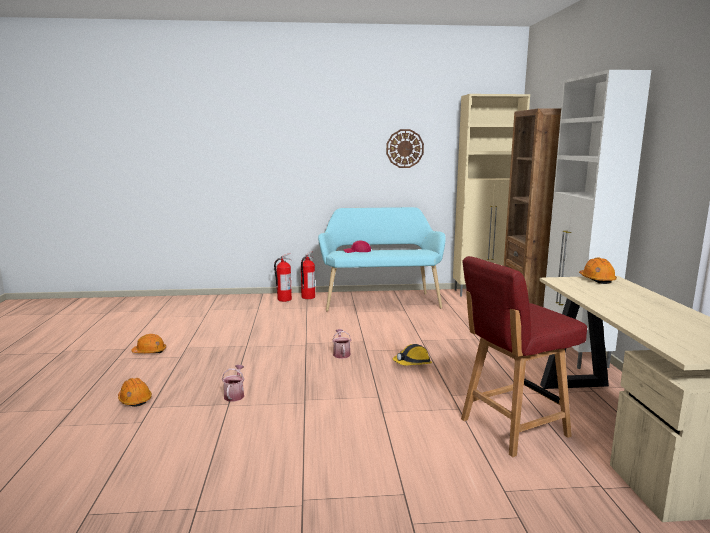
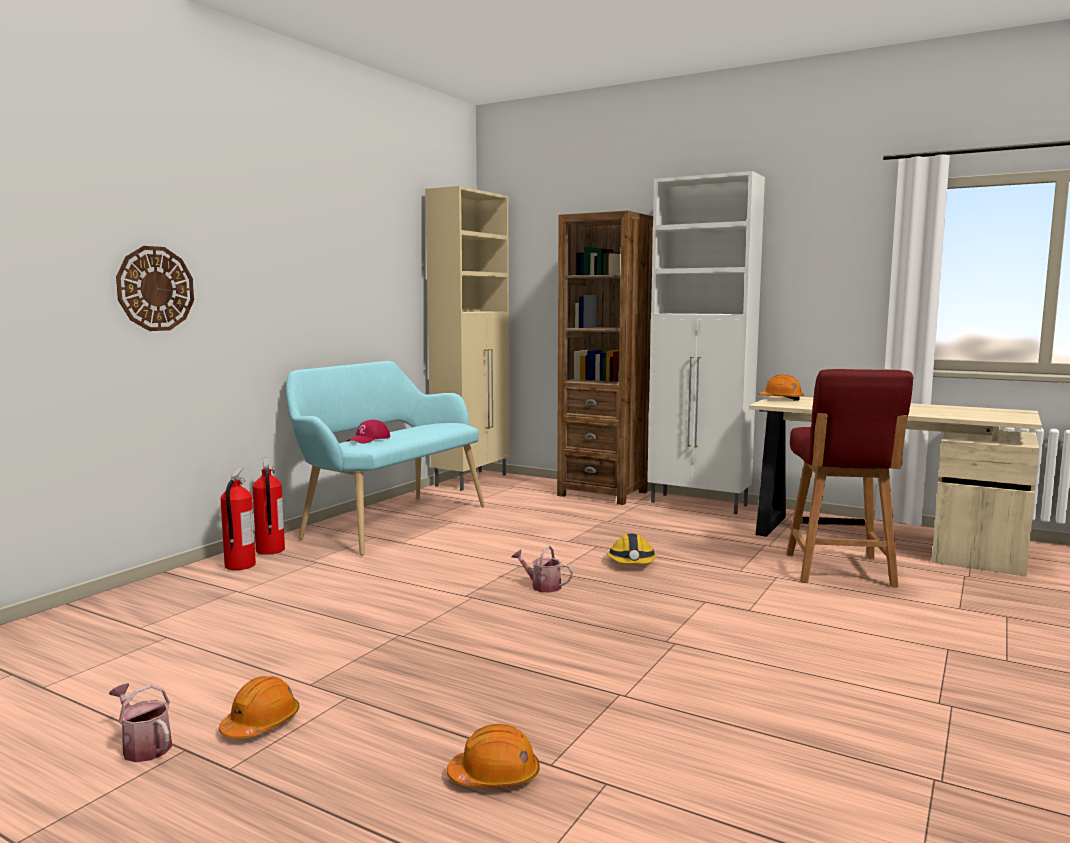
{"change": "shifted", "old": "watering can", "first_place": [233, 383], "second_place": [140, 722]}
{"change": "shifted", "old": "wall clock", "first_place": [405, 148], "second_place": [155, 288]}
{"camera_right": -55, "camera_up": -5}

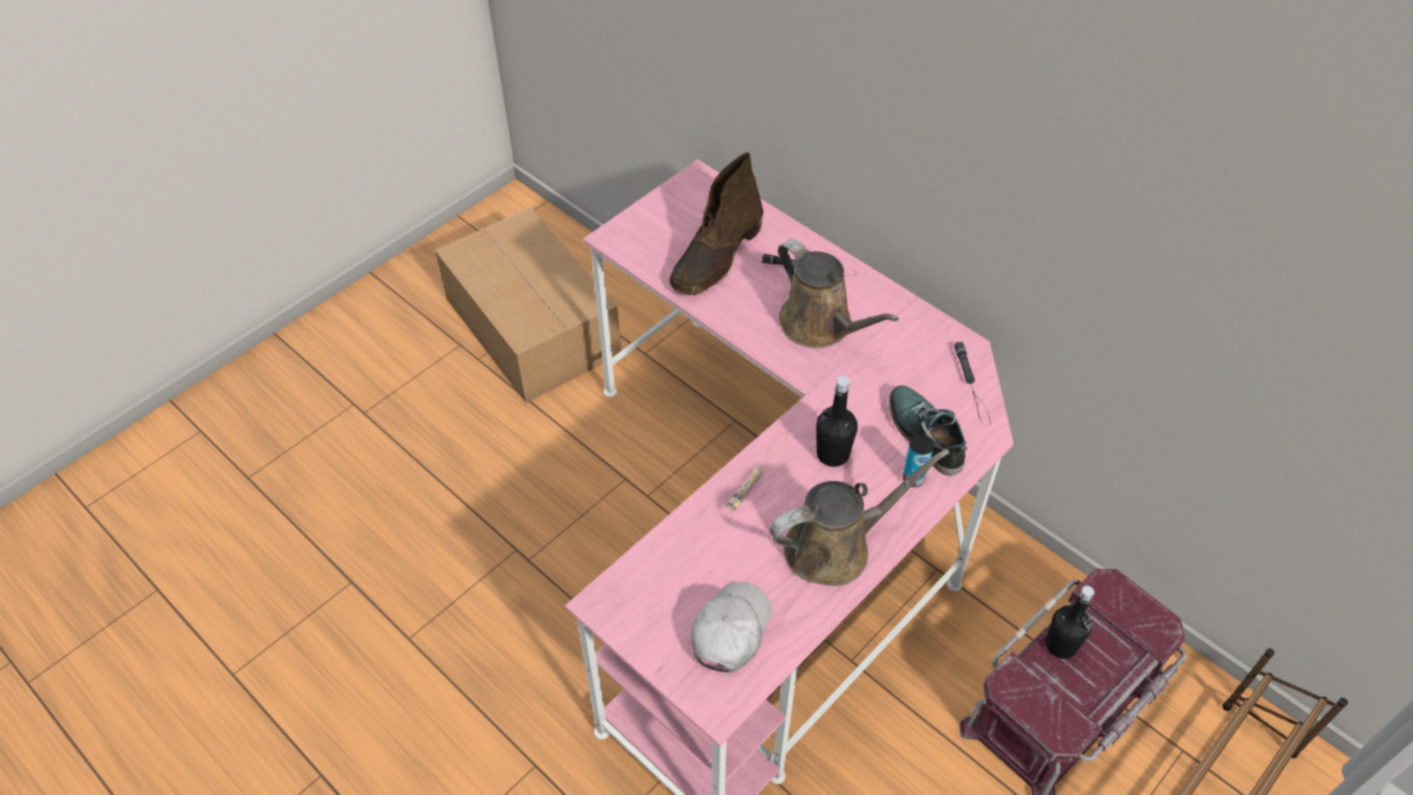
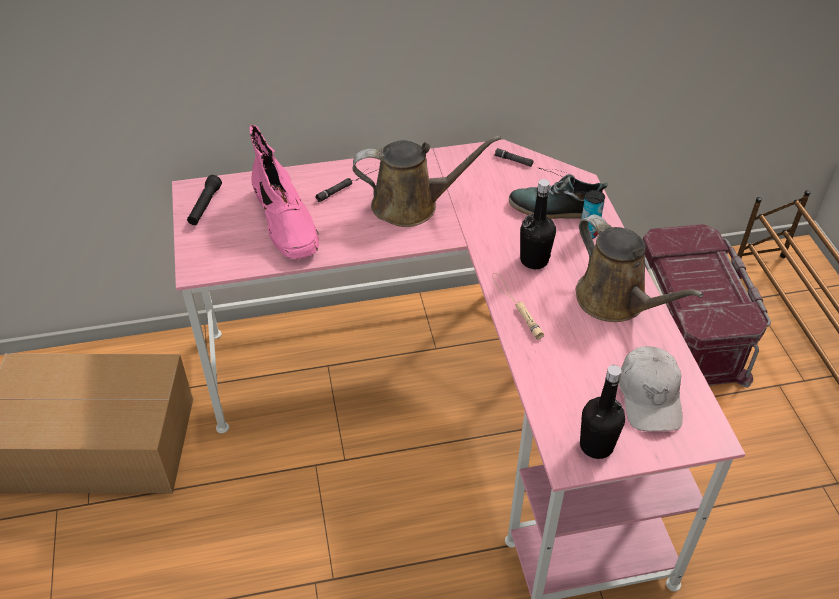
{"change": "repainted", "old": "boot/brown", "new": "boot/pink", "first_place": [716, 223], "second_place": [284, 192]}
{"change": "rotated", "old": "cap/white", "first_place": [731, 627], "second_place": [651, 388], "degrees": -150}
{"change": "rotated", "old": "watering can/brown", "first_place": [860, 517], "second_place": [640, 268], "degrees": 135}
{"change": "shifted", "old": "bottle/black", "first_place": [1070, 622], "second_place": [602, 412]}
{"change": "new", "new": "flashlight/black", "second_place": [204, 200]}
{"camera_right": -55, "camera_up": -5}

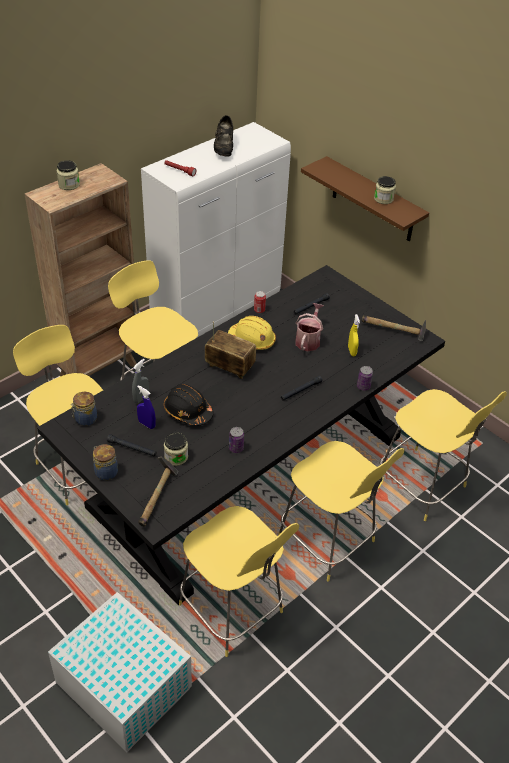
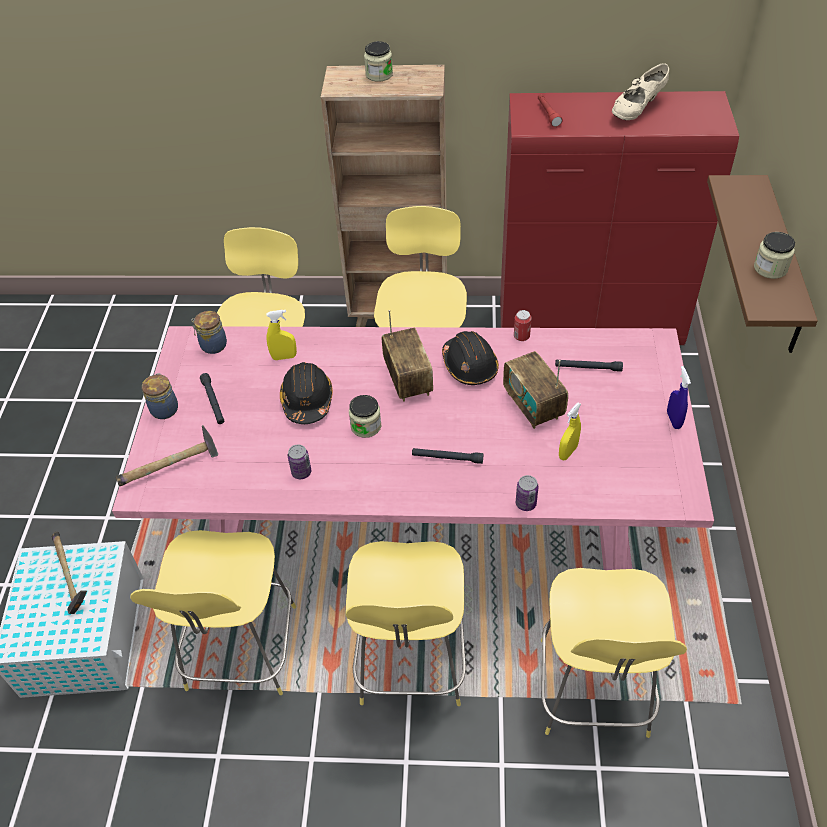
{"change": "repainted", "old": "dining table/black", "new": "dining table/pink", "first_place": [241, 435], "second_place": [413, 448]}
{"change": "repainted", "old": "spray bottle/grey", "new": "spray bottle/yellow", "first_place": [140, 381], "second_place": [281, 335]}
{"change": "shifted", "old": "spray bottle/blue", "first_place": [146, 407], "second_place": [679, 397]}
{"change": "repainted", "old": "cabinet/white", "new": "cabinet/red", "first_place": [216, 229], "second_place": [619, 218]}
{"change": "shifted", "old": "jar", "first_place": [176, 449], "second_place": [365, 416]}
{"change": "repainted", "old": "shoe/black", "new": "shoe/beige", "first_place": [223, 135], "second_place": [640, 91]}
{"change": "repainted", "old": "hard hat/yellow", "new": "hard hat/black", "first_place": [252, 333], "second_place": [470, 358]}
{"change": "swapped", "old": "watering can", "new": "radio", "first_place": [309, 327], "second_place": [535, 390]}
{"change": "shifted", "old": "hammer", "first_place": [394, 328], "second_place": [69, 573]}
{"camera_right": 50, "camera_up": 5}

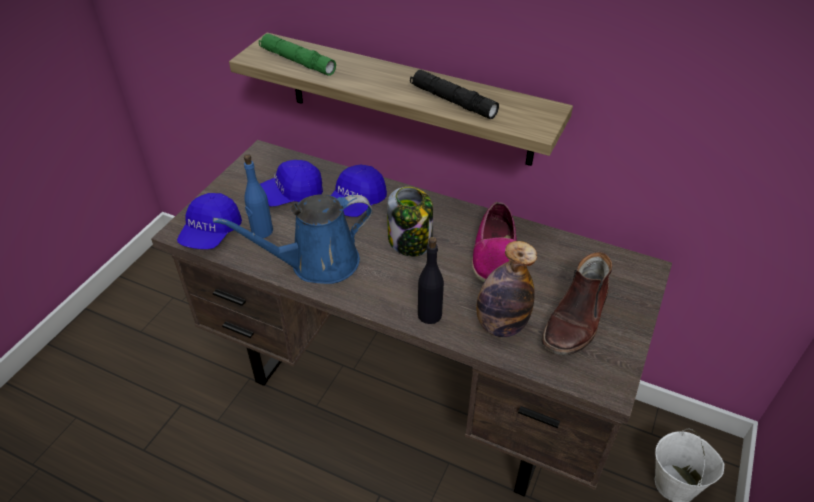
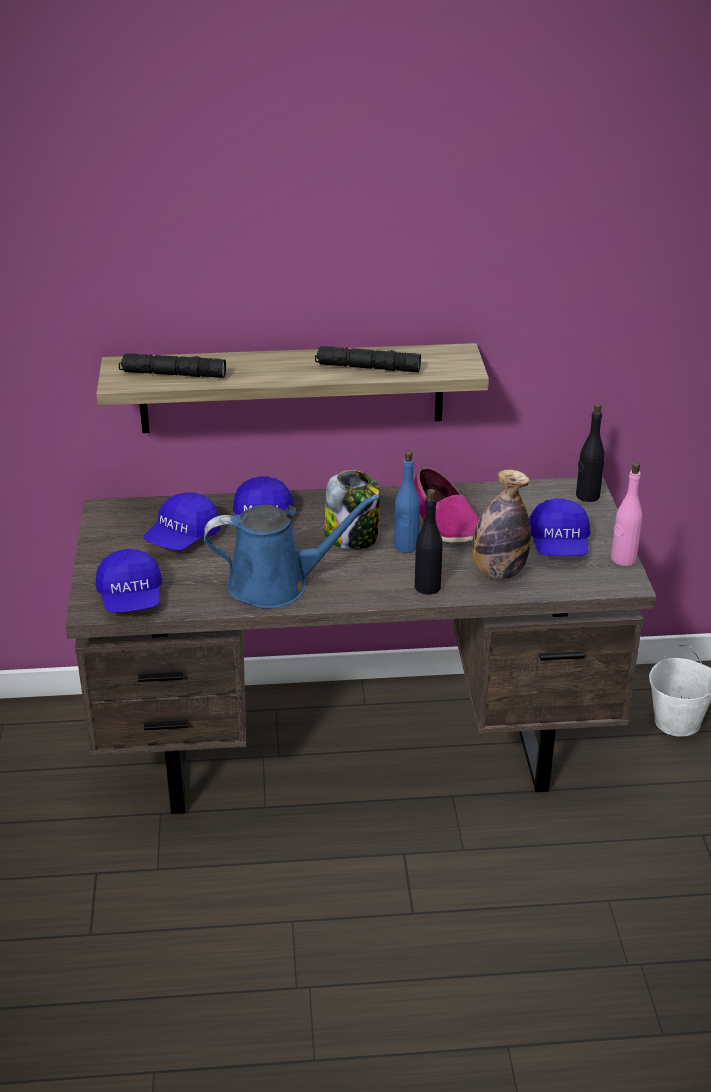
{"change": "rotated", "old": "watering can/blue", "first_place": [293, 239], "second_place": [291, 552], "degrees": -135}
{"change": "shifted", "old": "bottle/blue", "first_place": [258, 196], "second_place": [407, 501]}
{"change": "repainted", "old": "flashlight/green", "new": "flashlight/black", "first_place": [297, 55], "second_place": [172, 365]}
{"change": "swapped", "old": "boot/brown", "new": "cap/blue", "first_place": [576, 303], "second_place": [559, 527]}
{"change": "new", "new": "bottle/black", "second_place": [590, 452]}
{"change": "new", "new": "bottle/pink", "second_place": [627, 514]}
{"camera_right": -30, "camera_up": -10}

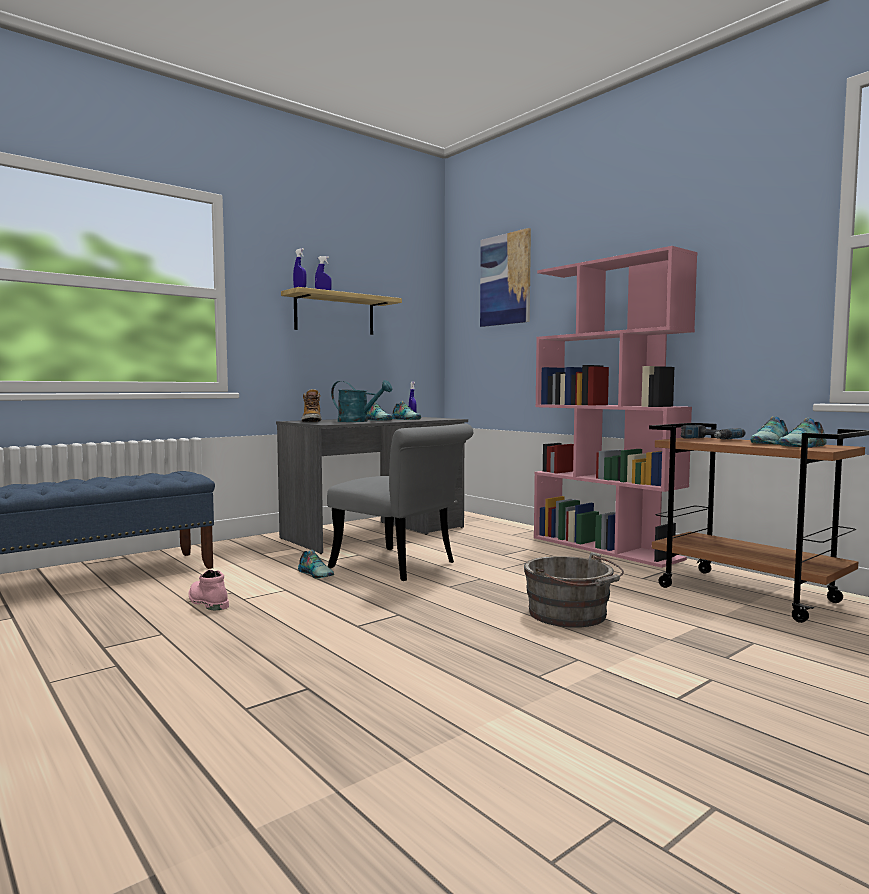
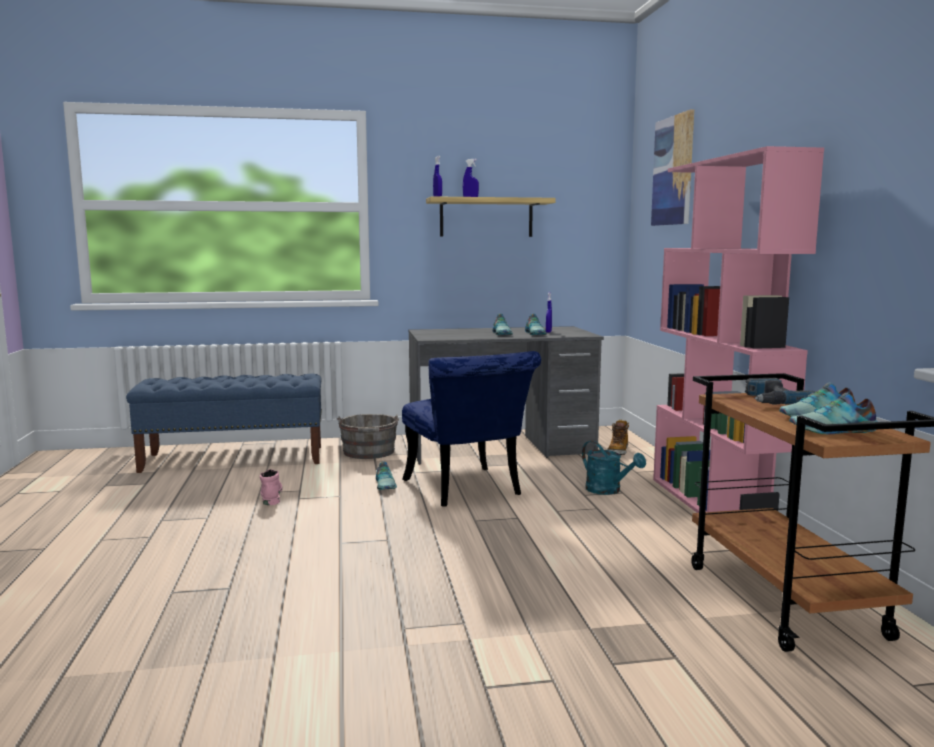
{"change": "shifted", "old": "boot", "first_place": [311, 405], "second_place": [618, 437]}
{"change": "repainted", "old": "chair/grey", "new": "chair/blue", "first_place": [400, 502], "second_place": [471, 429]}
{"change": "shifted", "old": "watering can/turquoise", "first_place": [361, 401], "second_place": [614, 468]}
{"change": "shifted", "old": "bucket/grey", "first_place": [574, 590], "second_place": [368, 436]}
{"camera_right": 30, "camera_up": 5}

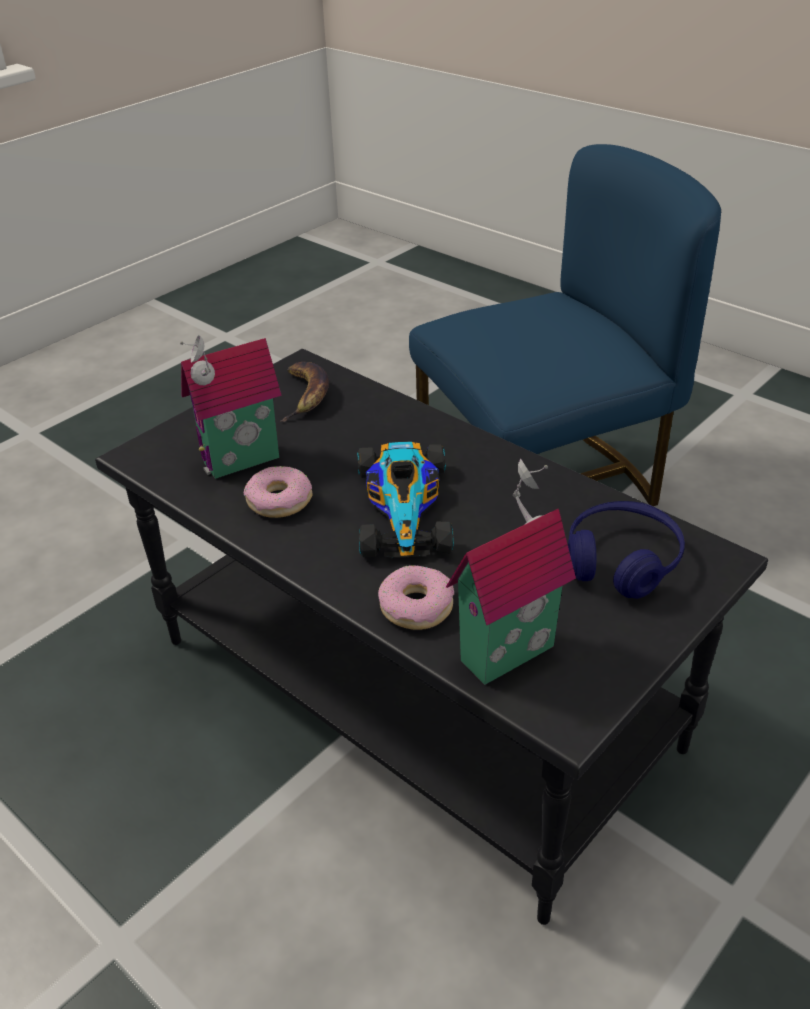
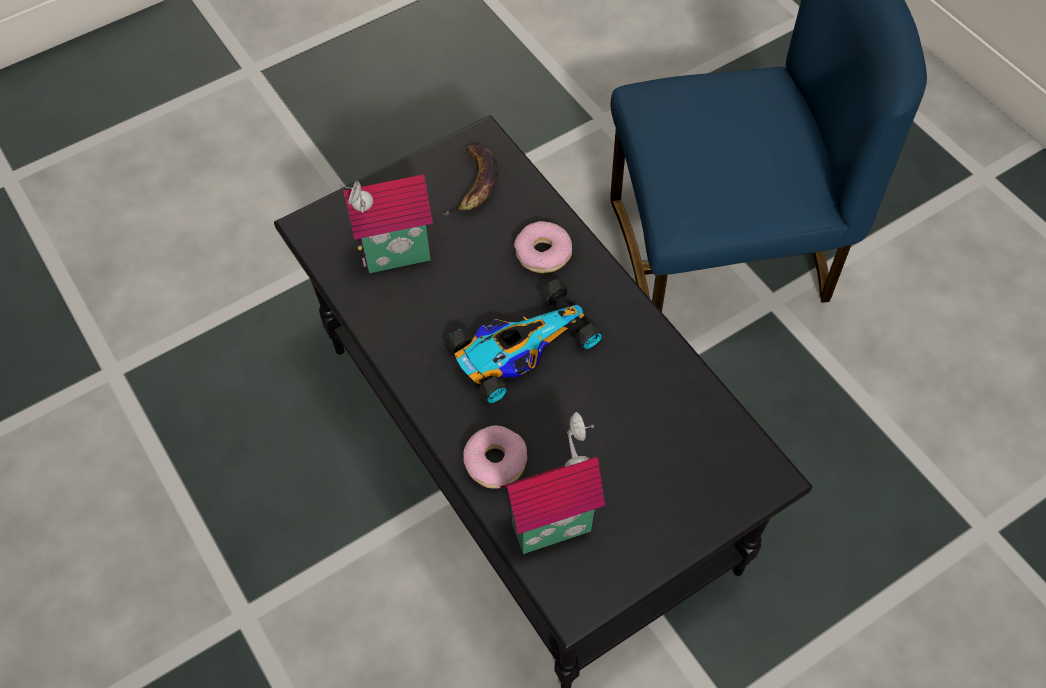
{"change": "shifted", "old": "donut", "first_place": [278, 492], "second_place": [543, 247]}
{"change": "rotated", "old": "toy car", "first_place": [405, 500], "second_place": [524, 341], "degrees": -135}
{"change": "gone", "old": "headphones/blue", "first_place": [626, 550]}
{"camera_right": 15, "camera_up": 20}

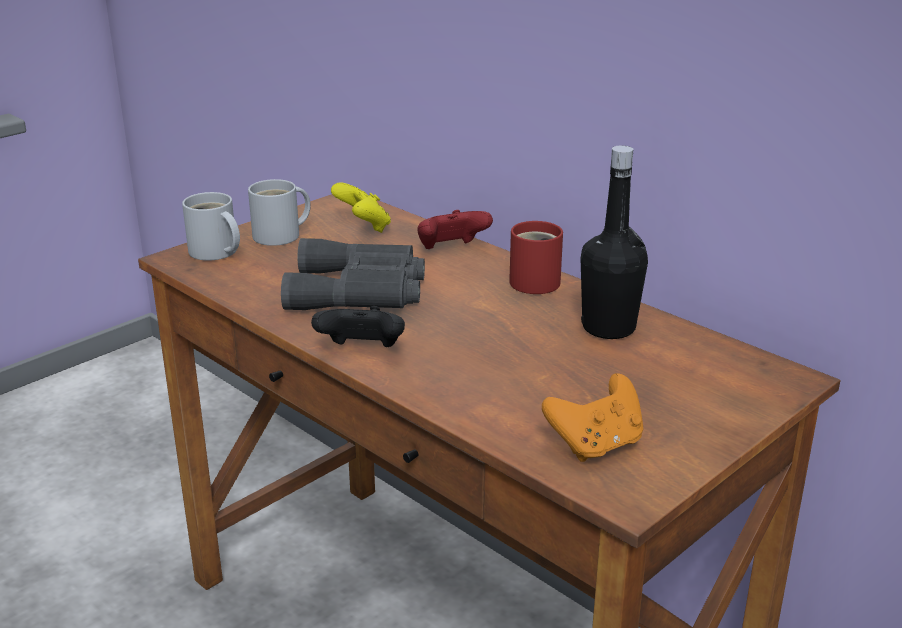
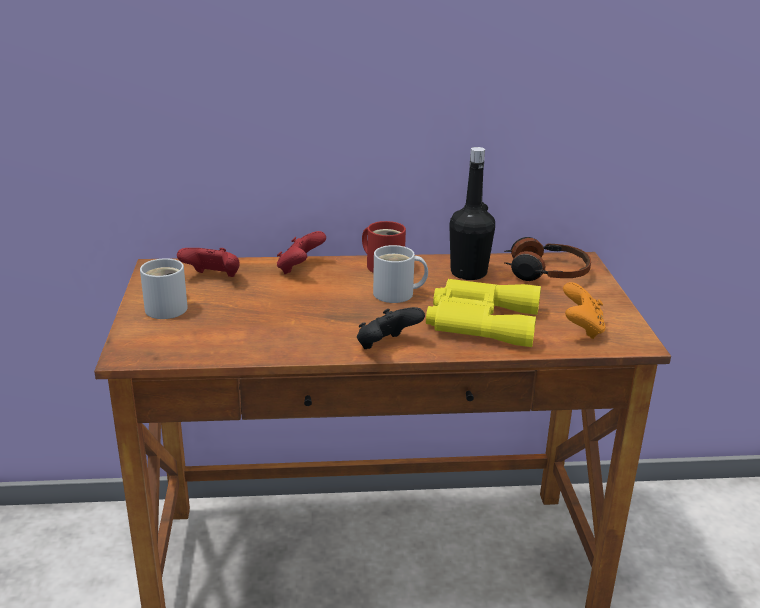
{"change": "shifted", "old": "mug/white", "first_place": [211, 226], "second_place": [400, 274]}
{"change": "gone", "old": "binoculars/grey", "first_place": [353, 274]}
{"change": "repainted", "old": "game controller/yellow", "new": "game controller/red", "first_place": [361, 207], "second_place": [208, 262]}
{"change": "new", "new": "binoculars/yellow", "second_place": [483, 313]}
{"change": "new", "new": "headphones", "second_place": [547, 259]}
{"camera_right": -50, "camera_up": 0}

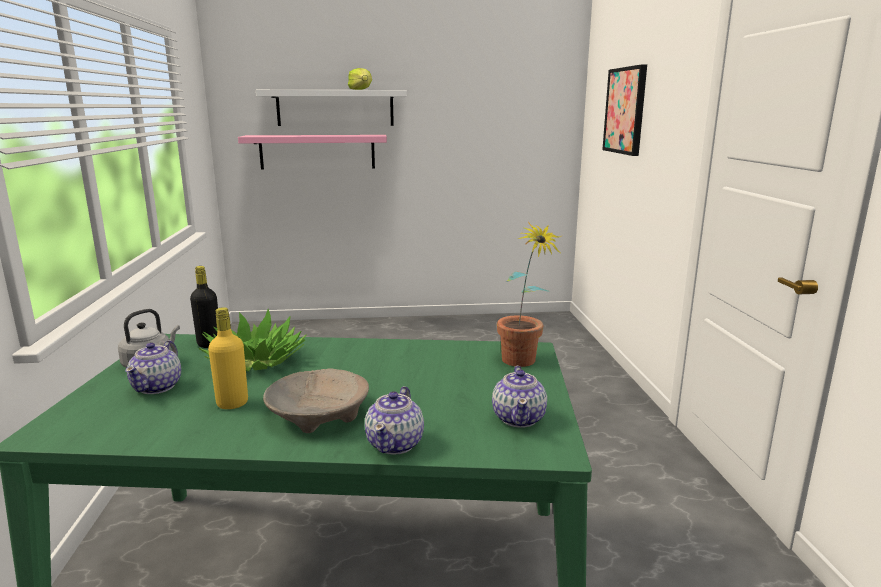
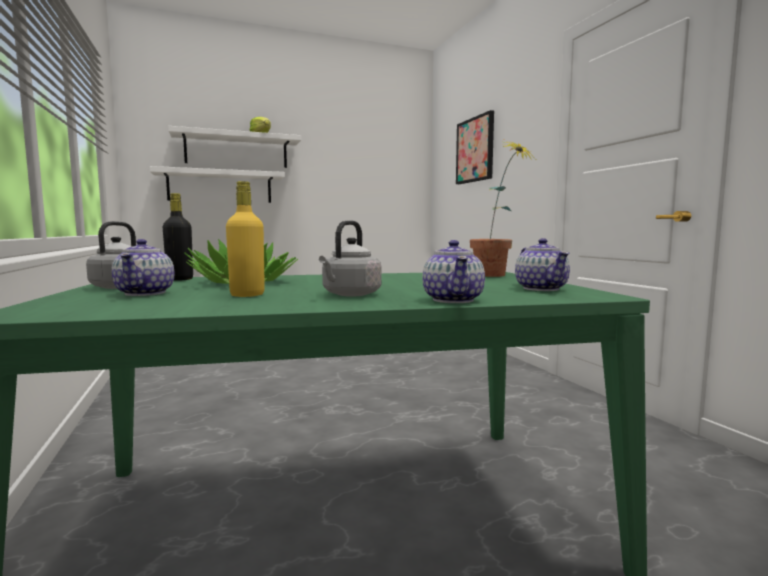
{"change": "repainted", "old": "shelf/pink", "new": "shelf/white", "first_place": [312, 152], "second_place": [217, 184]}
{"change": "swapped", "old": "bowl/beige", "new": "kettle/grey", "first_place": [316, 400], "second_place": [350, 258]}
{"camera_right": -15, "camera_up": -10}

